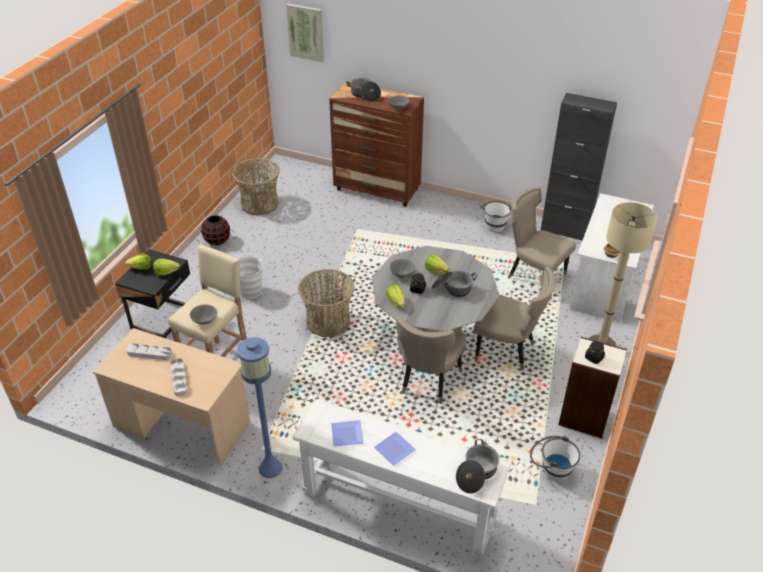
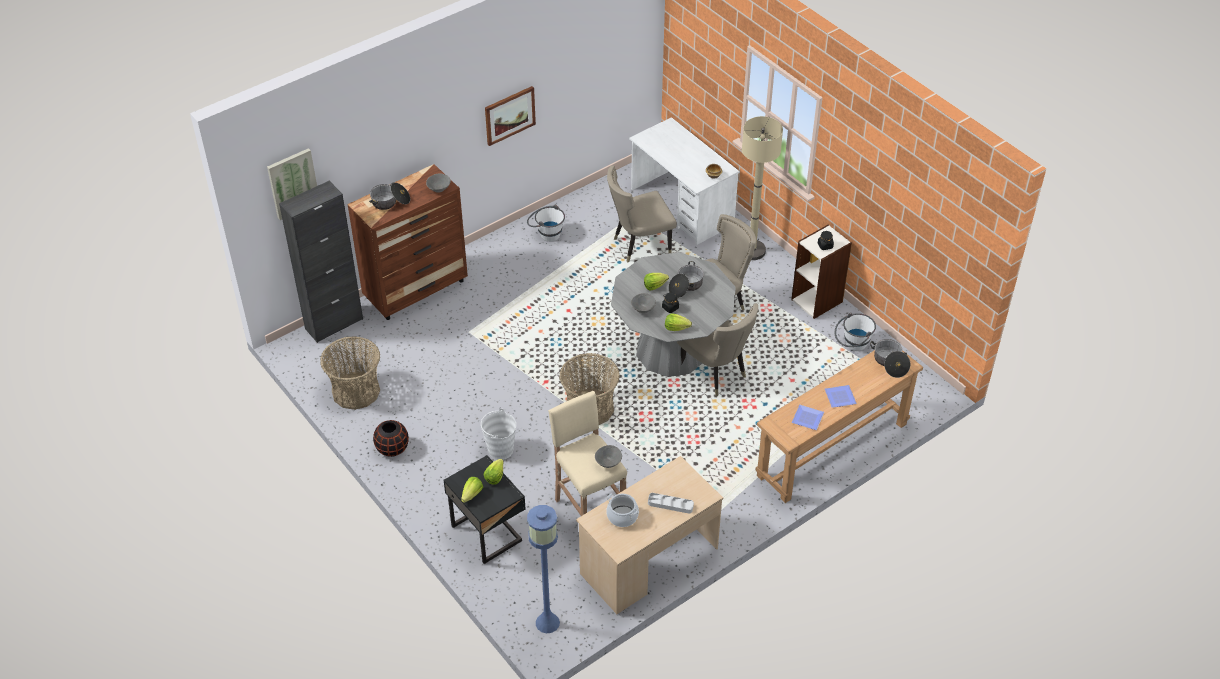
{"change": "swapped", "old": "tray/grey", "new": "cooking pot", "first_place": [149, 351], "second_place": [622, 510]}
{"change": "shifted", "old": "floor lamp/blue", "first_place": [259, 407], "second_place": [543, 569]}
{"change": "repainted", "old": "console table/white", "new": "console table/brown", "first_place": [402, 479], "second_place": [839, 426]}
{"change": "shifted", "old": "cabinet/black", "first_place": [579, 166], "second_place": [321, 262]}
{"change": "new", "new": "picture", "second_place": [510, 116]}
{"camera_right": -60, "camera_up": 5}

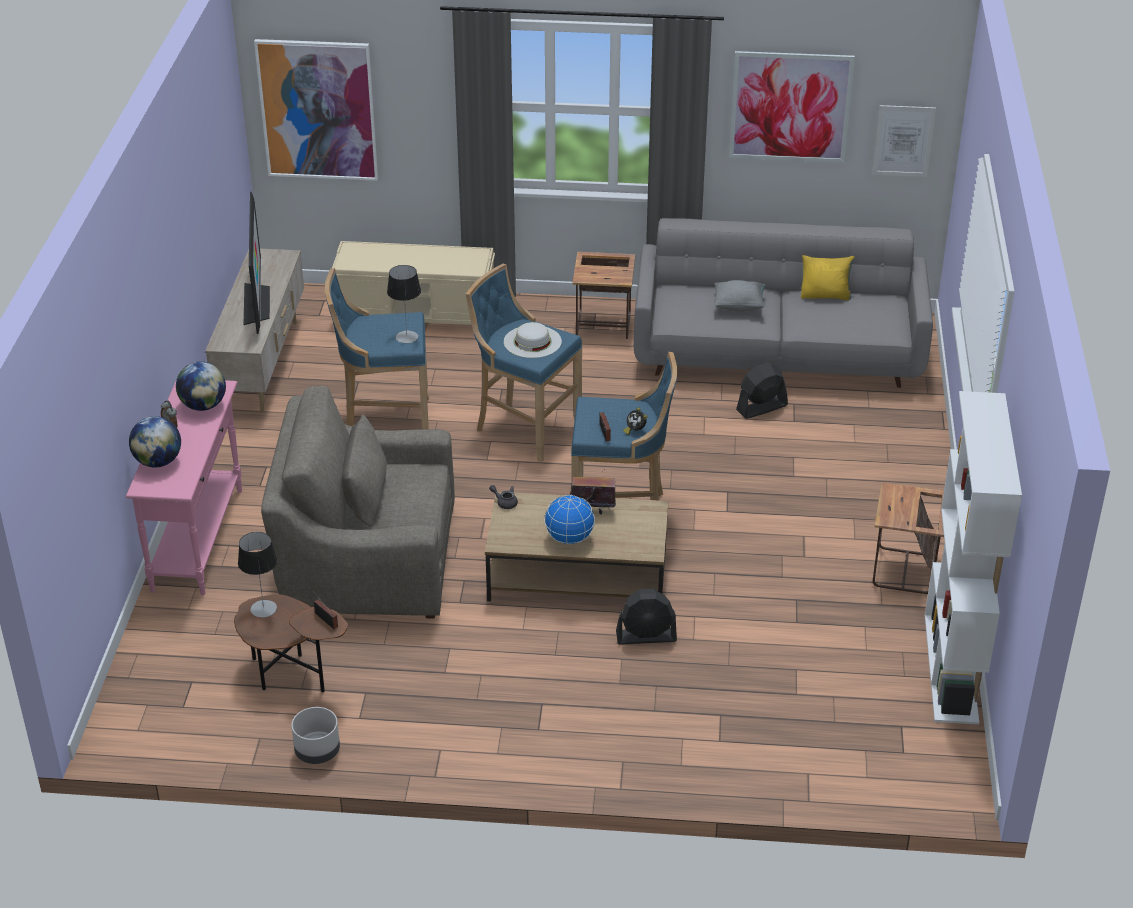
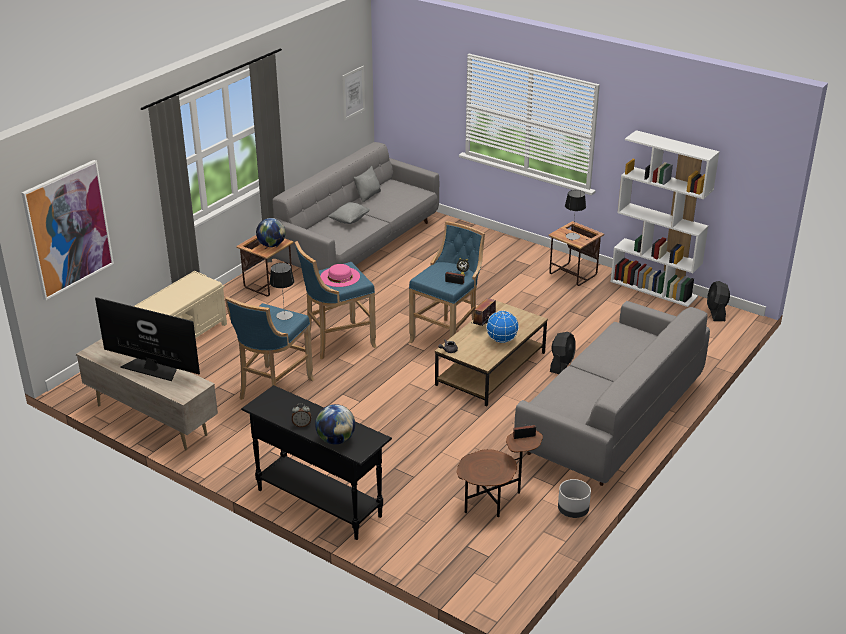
{"change": "repainted", "old": "console table/pink", "new": "console table/black", "first_place": [184, 487], "second_place": [316, 462]}
{"change": "shifted", "old": "globe", "first_place": [201, 386], "second_place": [271, 232]}
{"change": "shifted", "old": "table lamp", "first_place": [257, 574], "second_place": [575, 215]}
{"change": "gone", "old": "armchair/grey", "first_place": [358, 502]}
{"change": "repainted", "old": "hat/white", "new": "hat/pink", "first_place": [533, 340], "second_place": [340, 275]}
{"change": "gone", "old": "picture", "first_place": [792, 107]}
{"change": "shifted", "old": "fan/black", "first_place": [762, 391], "second_place": [718, 301]}
{"change": "repainted", "old": "pillow/yellow", "new": "pillow/grey", "first_place": [827, 277], "second_place": [367, 184]}
{"change": "new", "new": "sofa/grey", "second_place": [612, 393]}
{"camera_right": -60, "camera_up": -5}

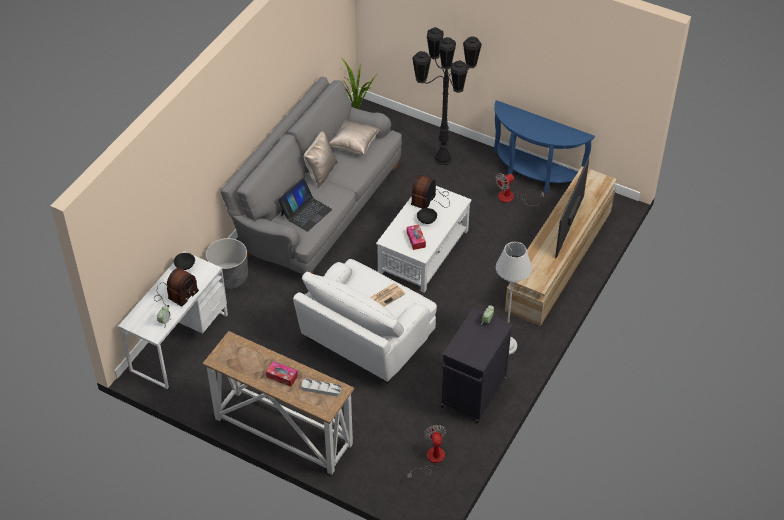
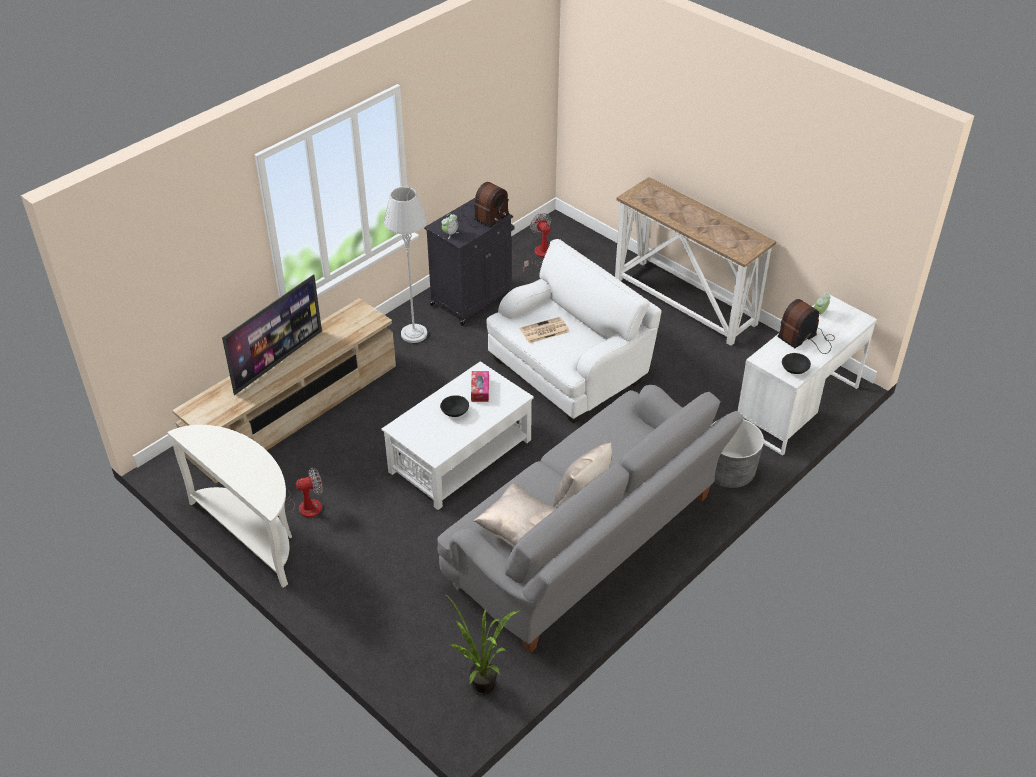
{"change": "gone", "old": "tissue box", "first_place": [282, 374]}
{"change": "gone", "old": "laptop", "first_place": [305, 205]}
{"change": "gone", "old": "tray/grey", "first_place": [321, 388]}
{"change": "rotated", "old": "fan", "first_place": [426, 452], "second_place": [537, 242], "degrees": 150}
{"change": "shifted", "old": "radio", "first_place": [430, 192], "second_place": [483, 204]}
{"change": "gone", "old": "floor lamp/black", "first_place": [447, 96]}
{"change": "repainted", "old": "console table/blue", "new": "console table/white", "first_place": [544, 146], "second_place": [229, 506]}
{"camera_right": -165, "camera_up": -5}

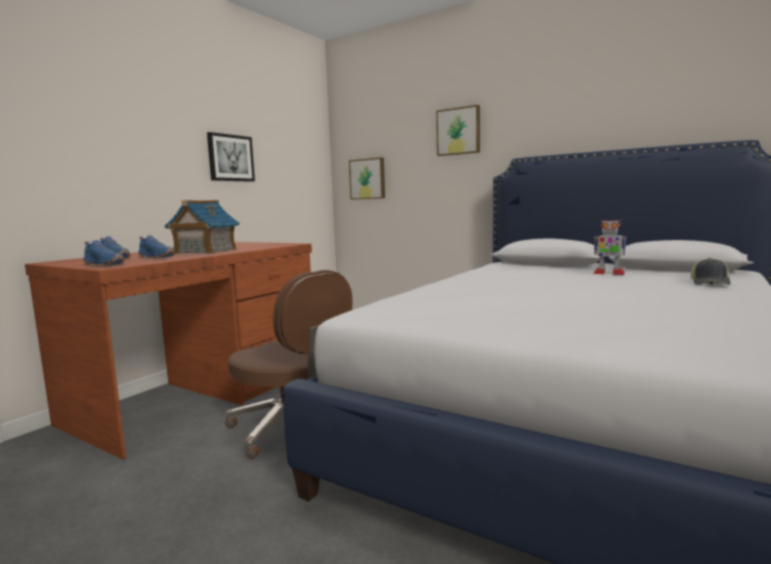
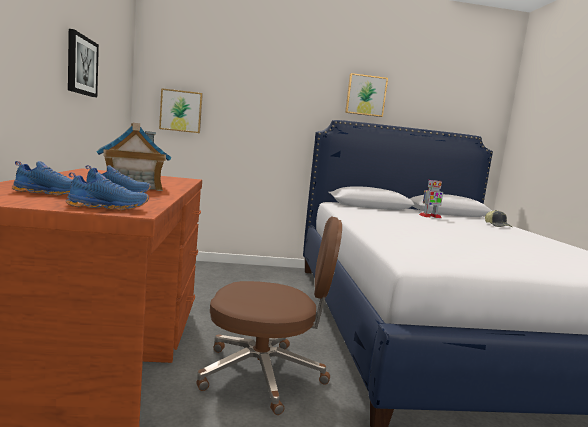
{"change": "shifted", "old": "picture", "first_place": [458, 130], "second_place": [366, 95]}
{"camera_right": -40, "camera_up": 0}

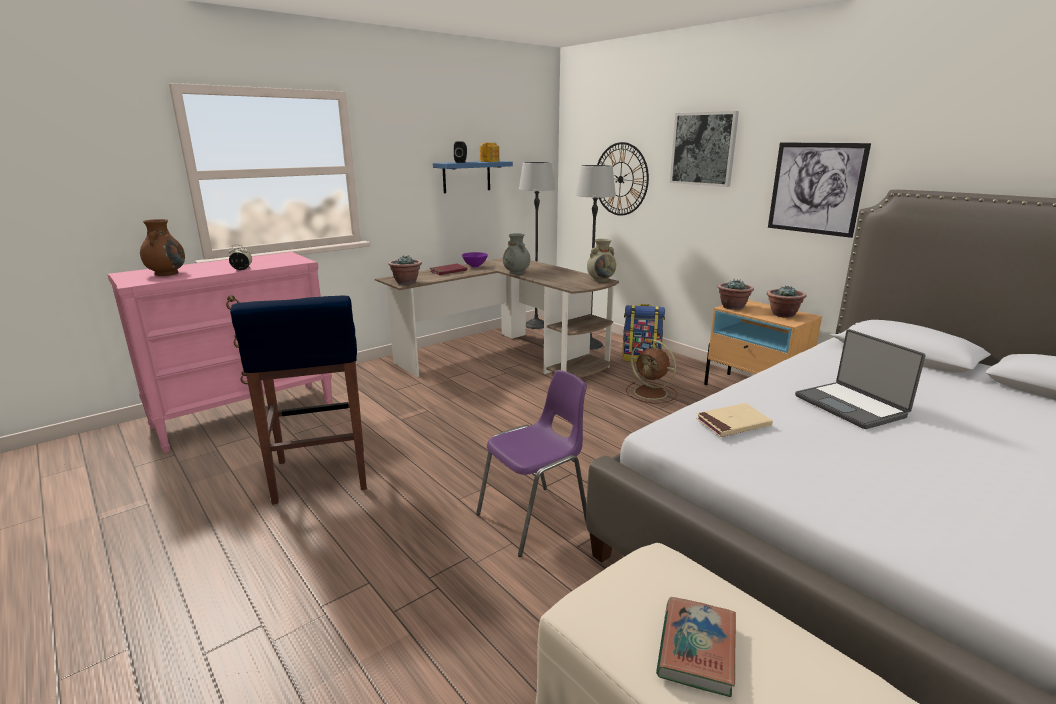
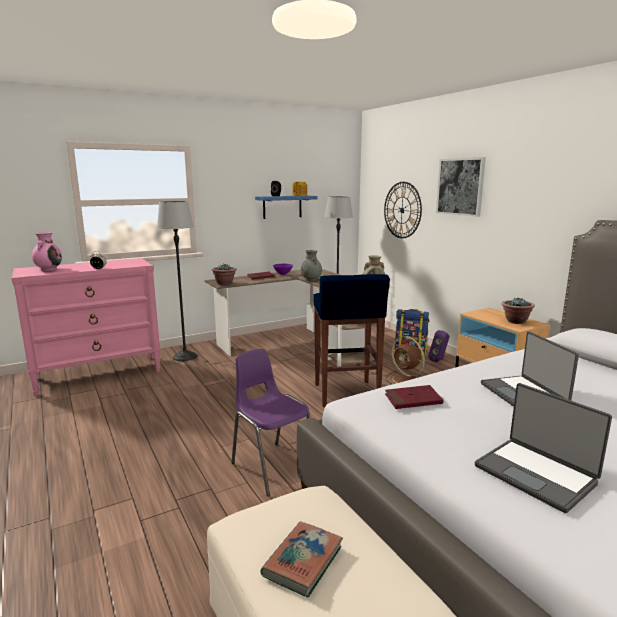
{"change": "repainted", "old": "vase/brown", "new": "vase/pink", "first_place": [162, 247], "second_place": [47, 251]}
{"change": "shifted", "old": "stool/blue", "first_place": [298, 400], "second_place": [351, 340]}
{"change": "rotated", "old": "chair/purple", "first_place": [531, 463], "second_place": [270, 422], "degrees": -105}
{"change": "shifted", "old": "floor lamp", "first_place": [595, 257], "second_place": [177, 281]}
{"change": "repainted", "old": "book/beige", "new": "book/red", "first_place": [734, 420], "second_place": [414, 397]}
{"change": "gone", "old": "potted plant", "first_place": [735, 294]}
{"change": "gone", "old": "picture", "first_place": [819, 190]}
{"change": "new", "new": "speaker/purple", "second_place": [438, 346]}
{"change": "new", "new": "laptop", "second_place": [543, 448]}
{"camera_right": 10, "camera_up": -5}

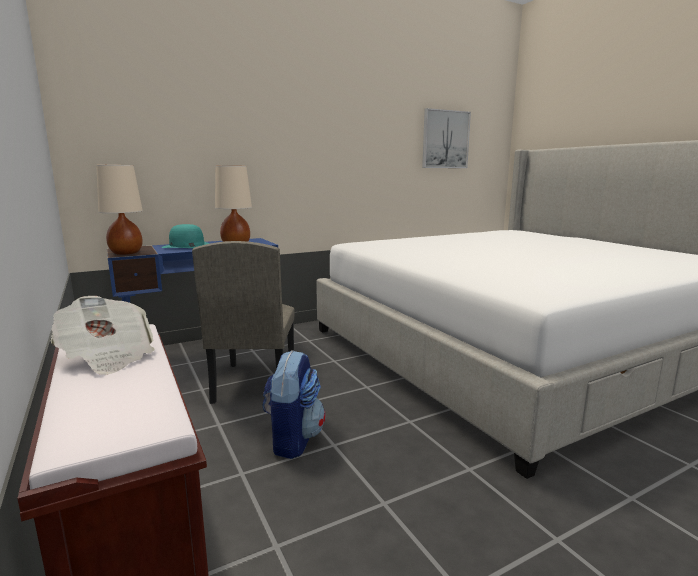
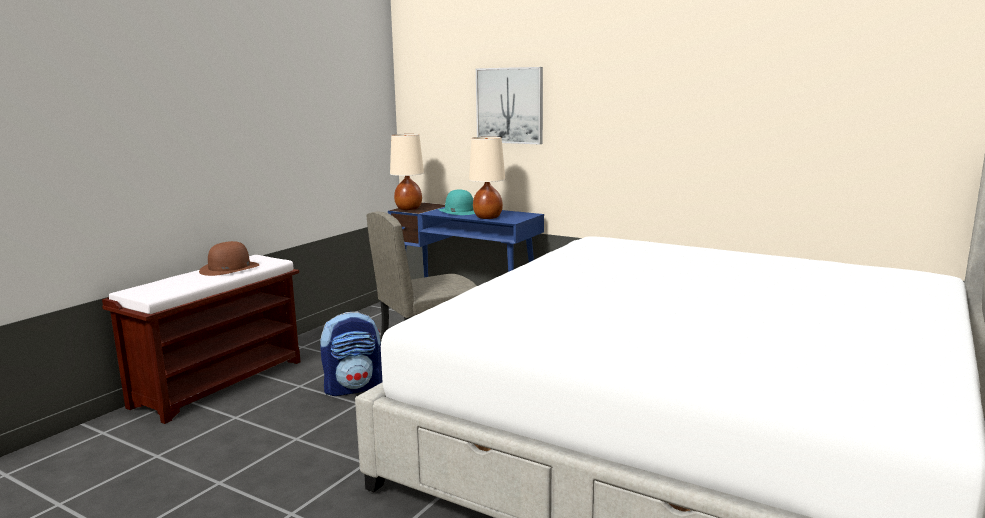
{"change": "swapped", "old": "newspaper", "new": "hat/brown", "first_place": [102, 335], "second_place": [229, 258]}
{"change": "shifted", "old": "picture", "first_place": [446, 138], "second_place": [509, 105]}
{"camera_right": 60, "camera_up": 0}

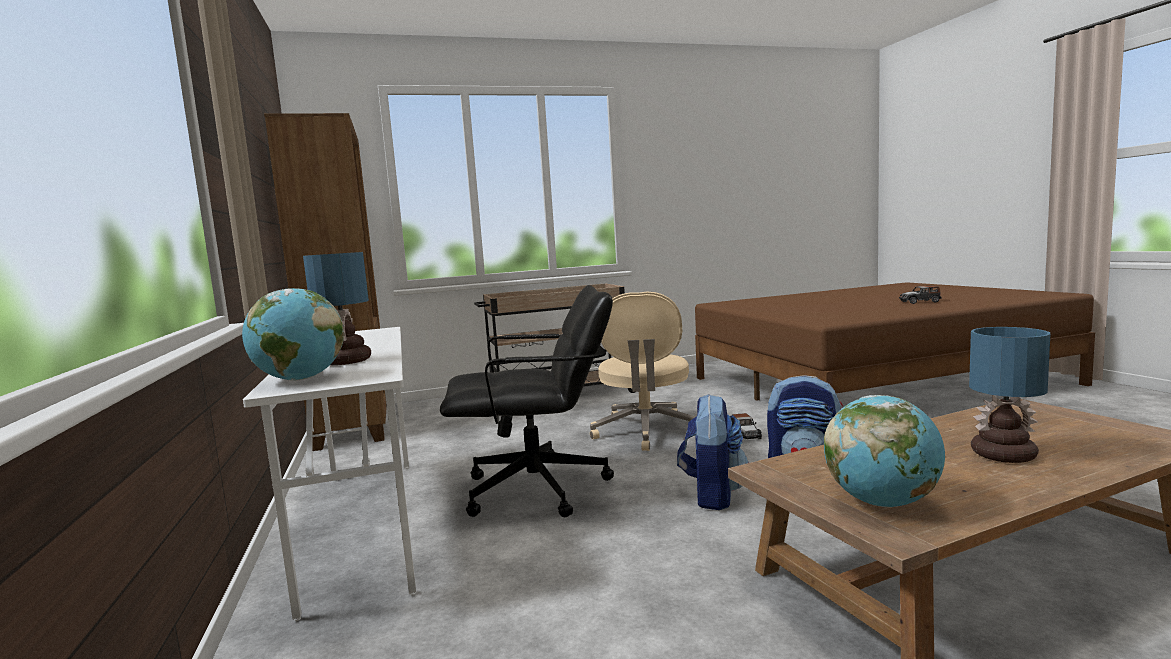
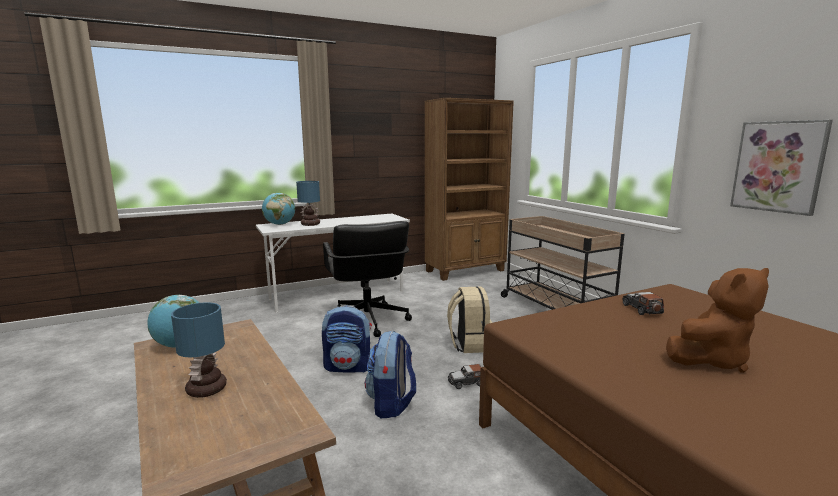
{"change": "swapped", "old": "office chair/beige", "new": "backpack/beige", "first_place": [642, 371], "second_place": [469, 319]}
{"change": "shifted", "old": "toy car", "first_place": [920, 295], "second_place": [643, 303]}
{"change": "new", "new": "plush toy/brown", "second_place": [717, 320]}
{"change": "new", "new": "picture", "second_place": [781, 168]}
{"camera_right": 80, "camera_up": 5}

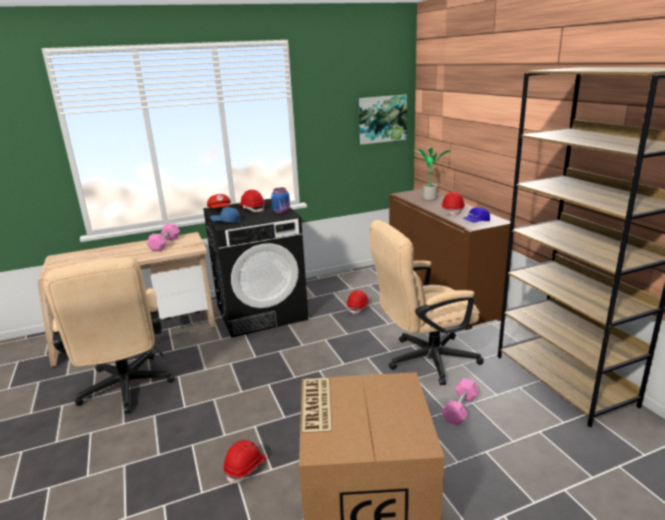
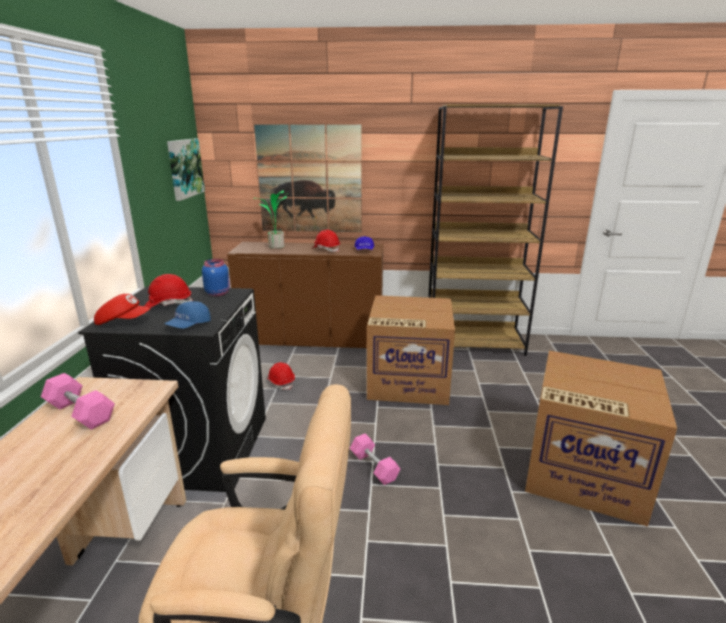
{"change": "gone", "old": "hard hat/red", "first_place": [244, 462]}
{"change": "swapped", "old": "office chair/beige", "new": "cardboard box", "first_place": [426, 302], "second_place": [411, 350]}
{"change": "shifted", "old": "dumbbell/pink", "first_place": [460, 402], "second_place": [375, 459]}
{"change": "new", "new": "picture", "second_place": [308, 178]}
{"camera_right": -65, "camera_up": 0}

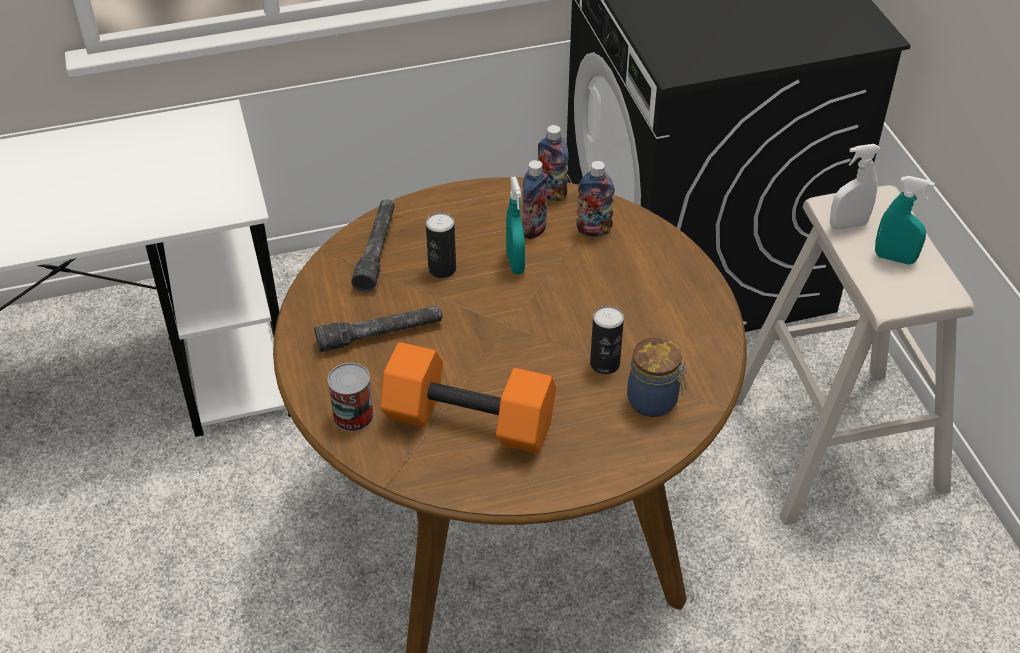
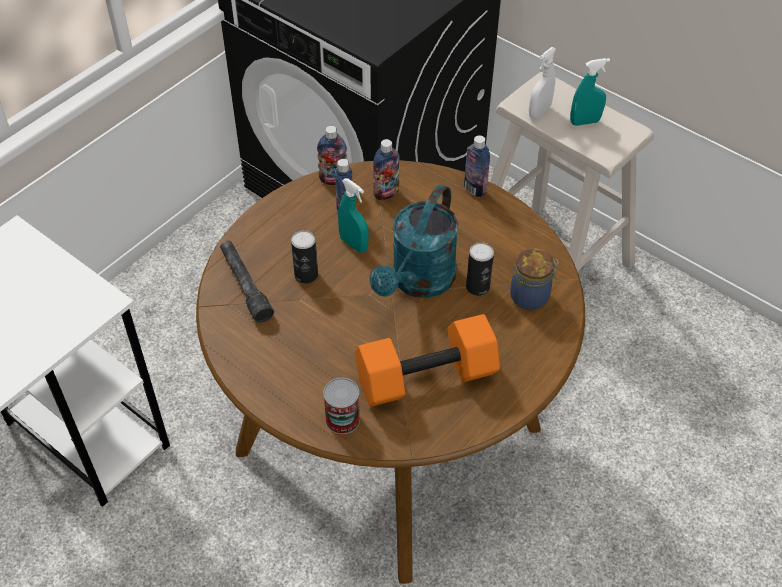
{"change": "gone", "old": "flashlight/grey", "first_place": [378, 329]}
{"change": "new", "new": "watering can/turquoise", "second_place": [414, 241]}
{"change": "new", "new": "bottle", "second_place": [477, 166]}
{"camera_right": -35, "camera_up": 5}

